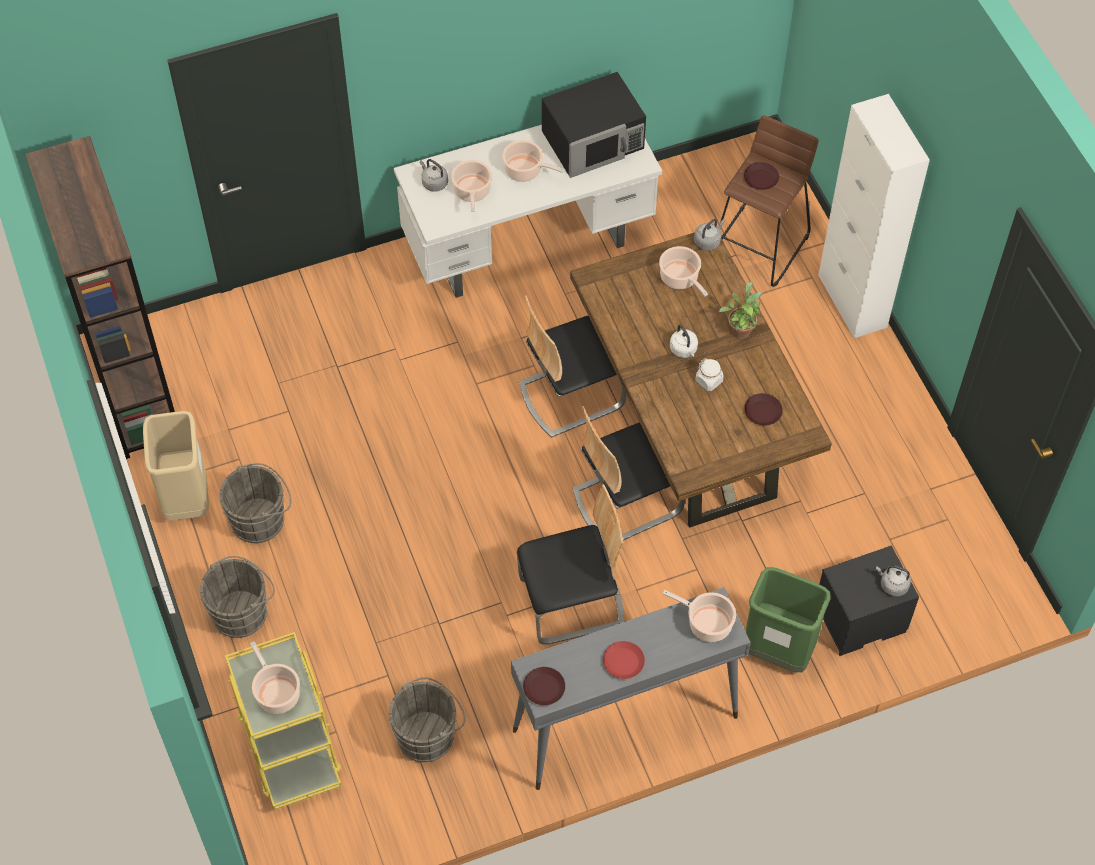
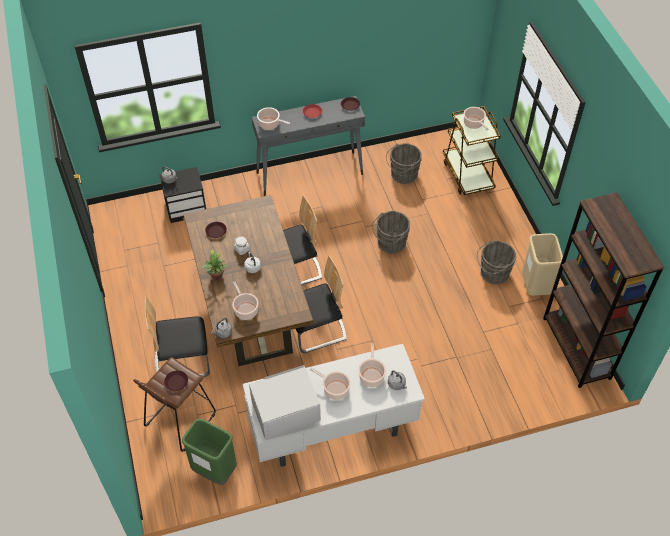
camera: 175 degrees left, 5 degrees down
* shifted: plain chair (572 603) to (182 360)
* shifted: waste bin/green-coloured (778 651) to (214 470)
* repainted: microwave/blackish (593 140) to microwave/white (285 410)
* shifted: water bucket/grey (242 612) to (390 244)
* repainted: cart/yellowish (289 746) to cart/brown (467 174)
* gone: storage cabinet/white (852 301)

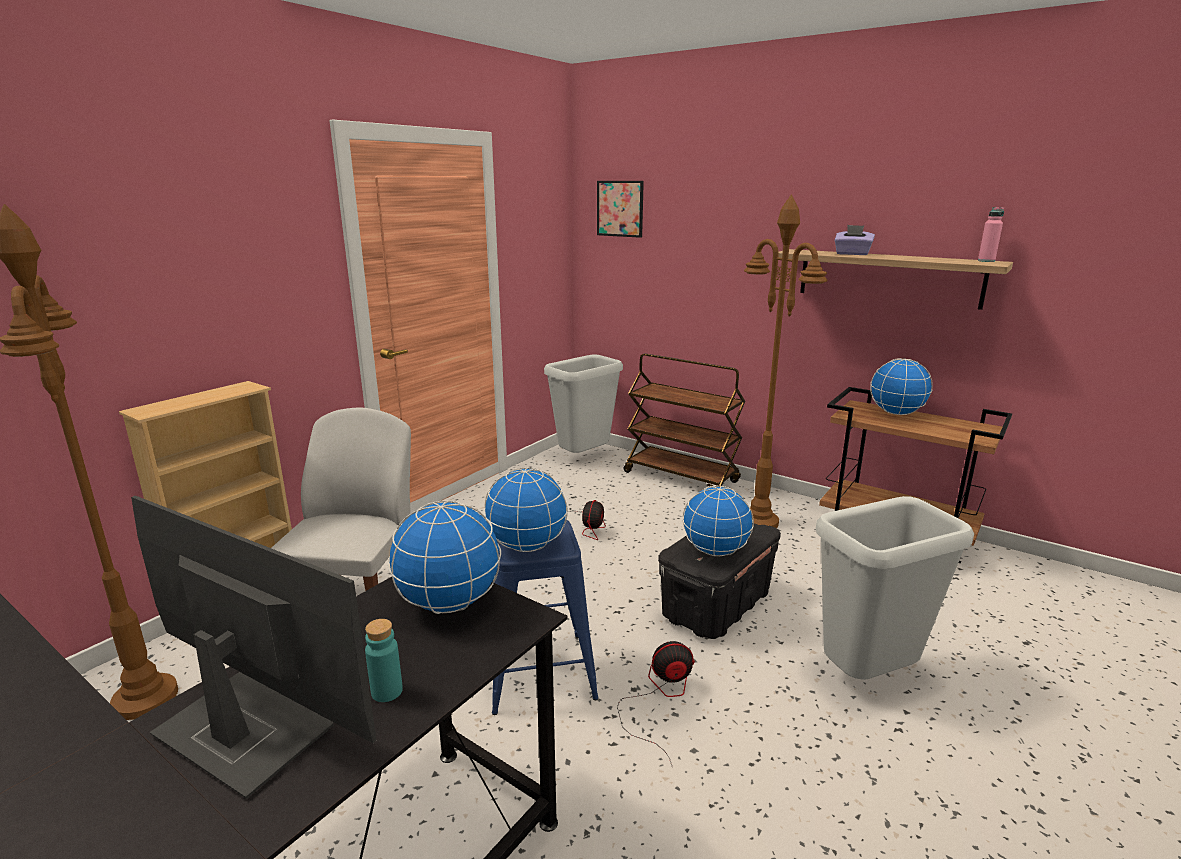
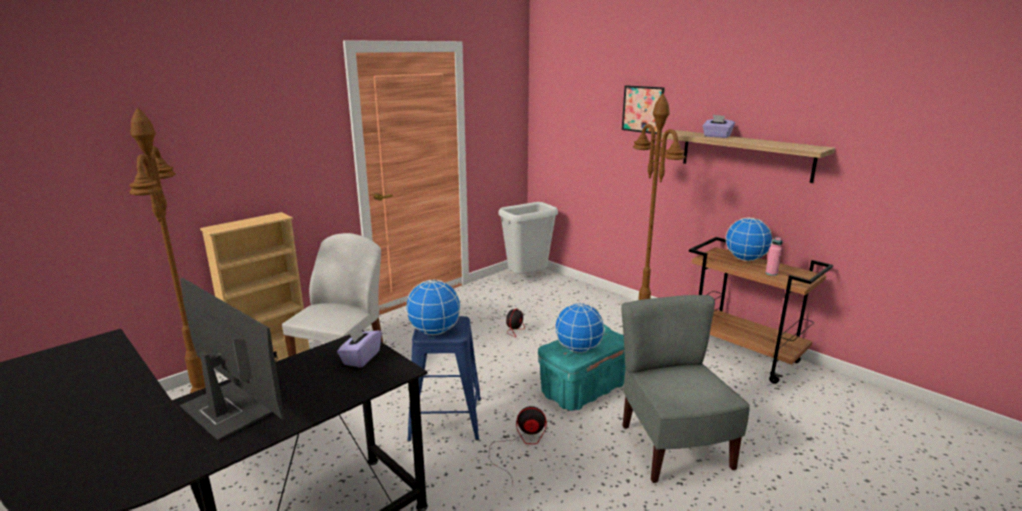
camera: 10 degrees right, 0 degrees up
* swapped: globe (449 603) to tissue holder/purple-coloured (361 358)
* repainted: storage container/blackish (716 605) to storage container/blue-green (584 389)
* shifted: wall art (620 208) to (642 109)
* swapped: waste bin/grey (867 676) to plain chair/grey (673 447)
* shifted: beverage bottle/pink-coloured (986 261) to (771 273)
* gone: beverage bottle/blue-green (387 691)
* gone: cart/brown (681 477)

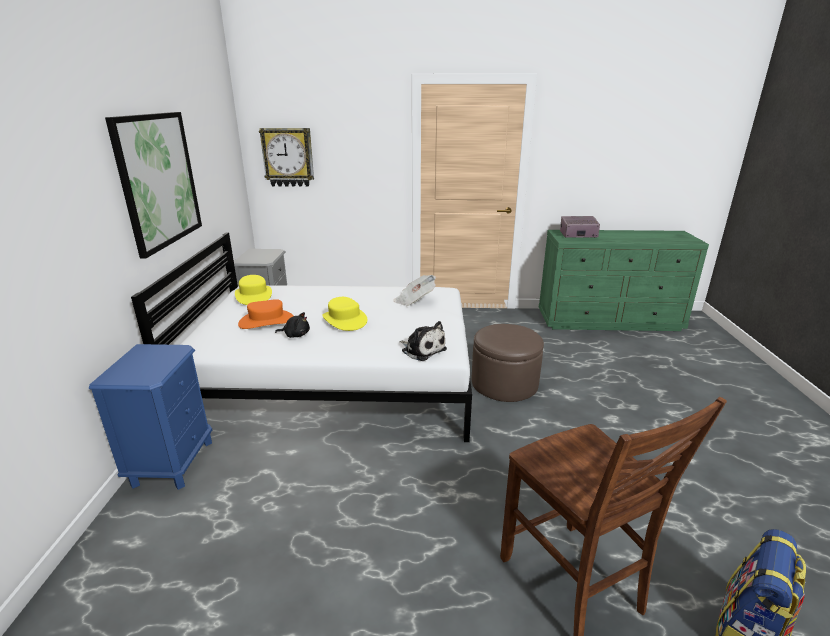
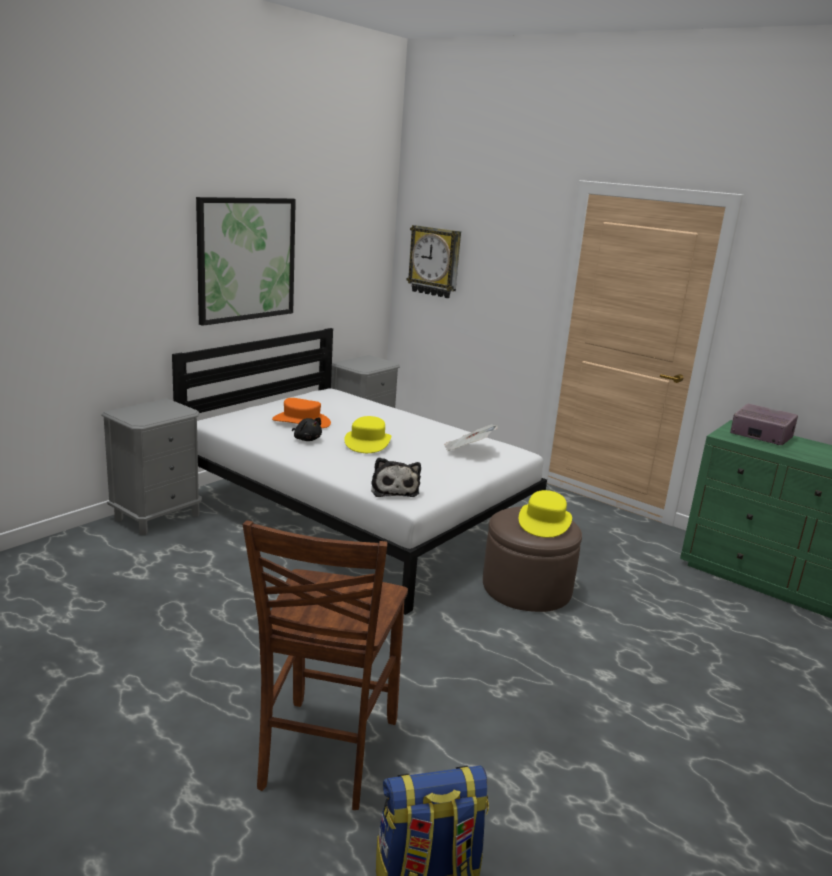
camera: 35 degrees right, 5 degrees down
* repainted: nightstand/blue (173 462) to nightstand/grey (157 516)
* shifted: wearable hat/yellowish (254 296) to (544 521)

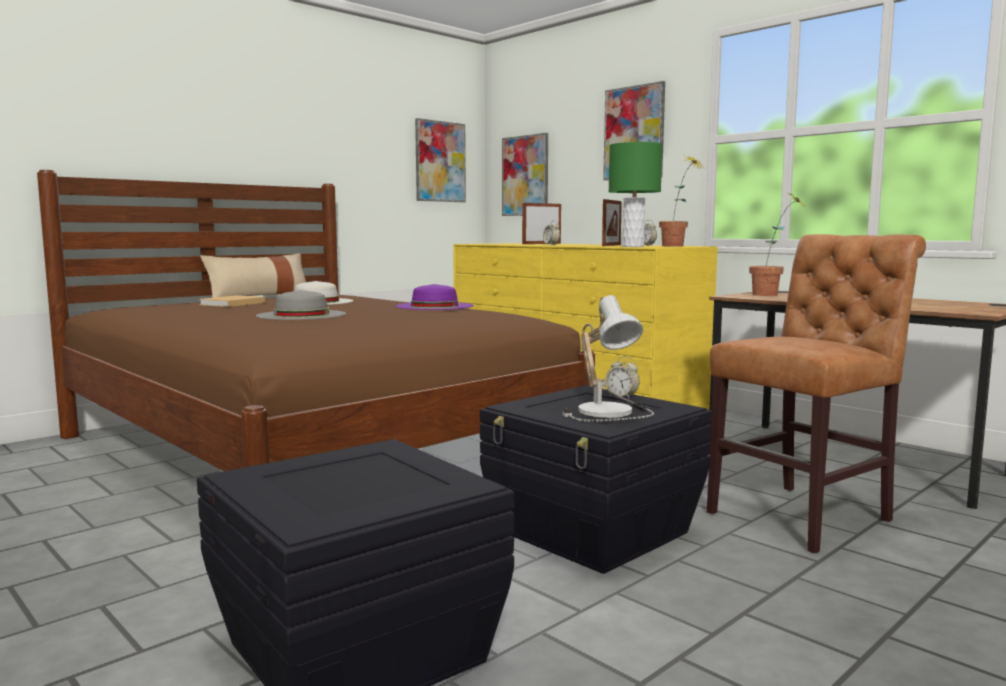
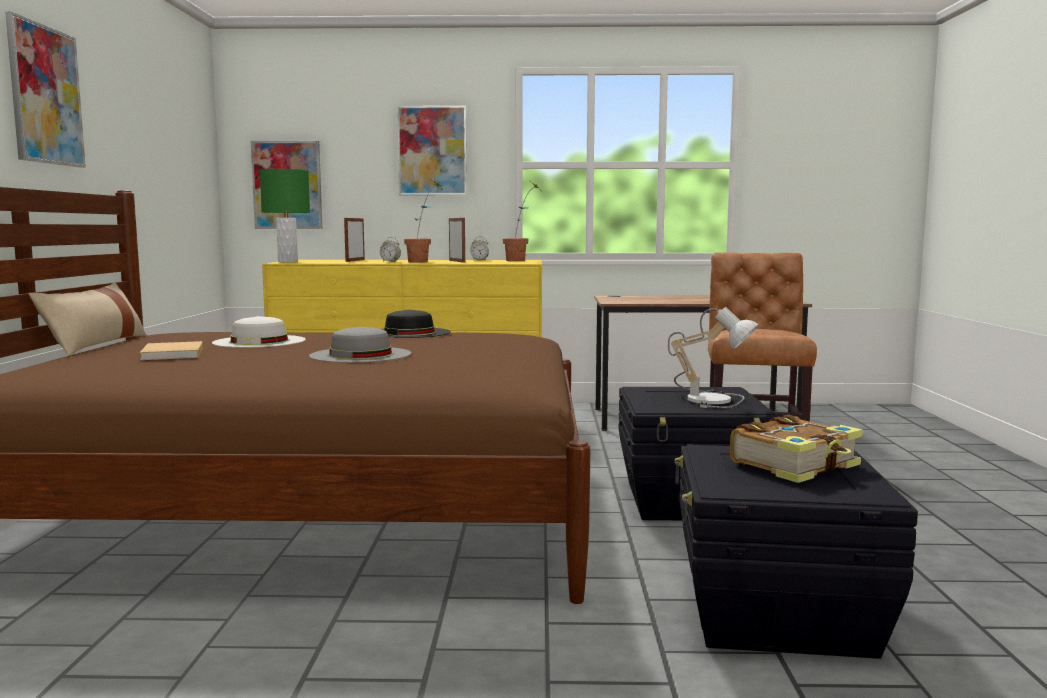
camera: 45 degrees left, 0 degrees up
* shifted: wall art (440 161) to (45 95)
* shifted: table lamp/green-coloured (632 246) to (287 262)
* repainted: wearable hat/purple-coloured (434 306) to wearable hat/blackish (409 333)
* shifted: plant in a pot (773 295) to (424 262)
* new: bound book (796 465)
* gone: table clock (622 396)

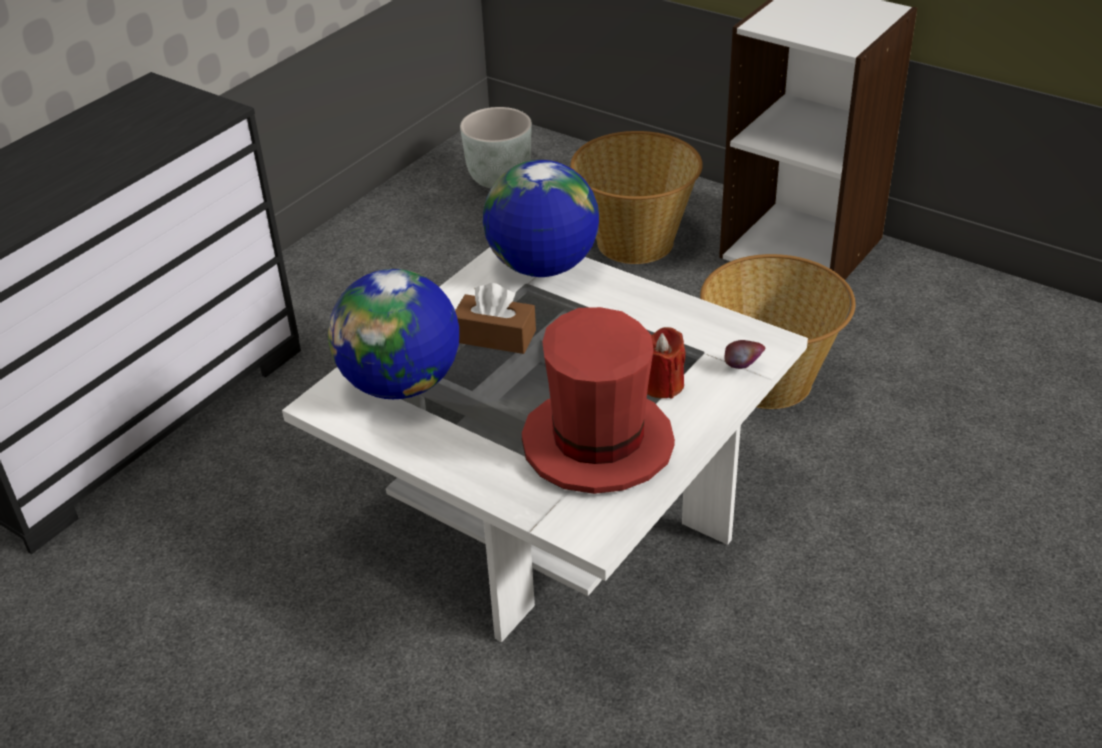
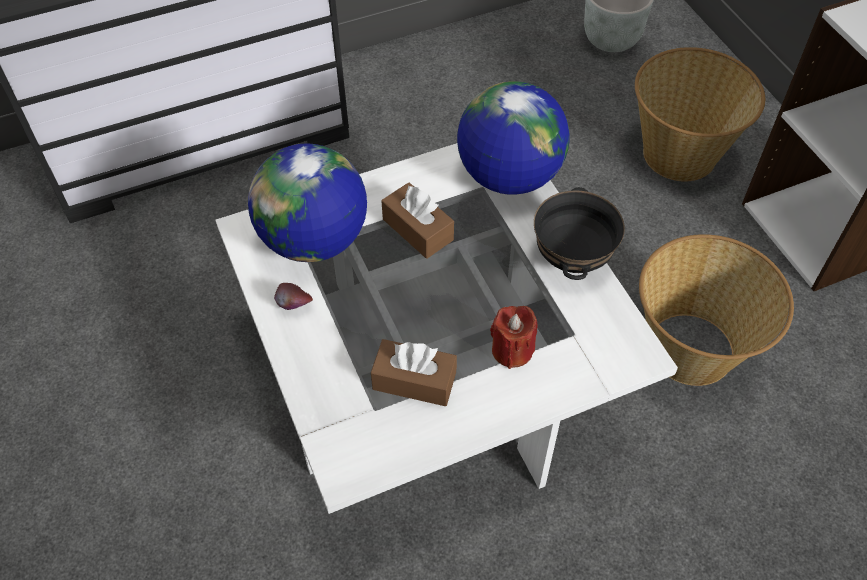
camera: 30 degrees right, 15 degrees up
* shifted: apple (743 367) to (295 306)
* swapped: wearable hat/red (597 444) to tissue holder/brown (414 381)
* new: bowl/blackish (571 258)

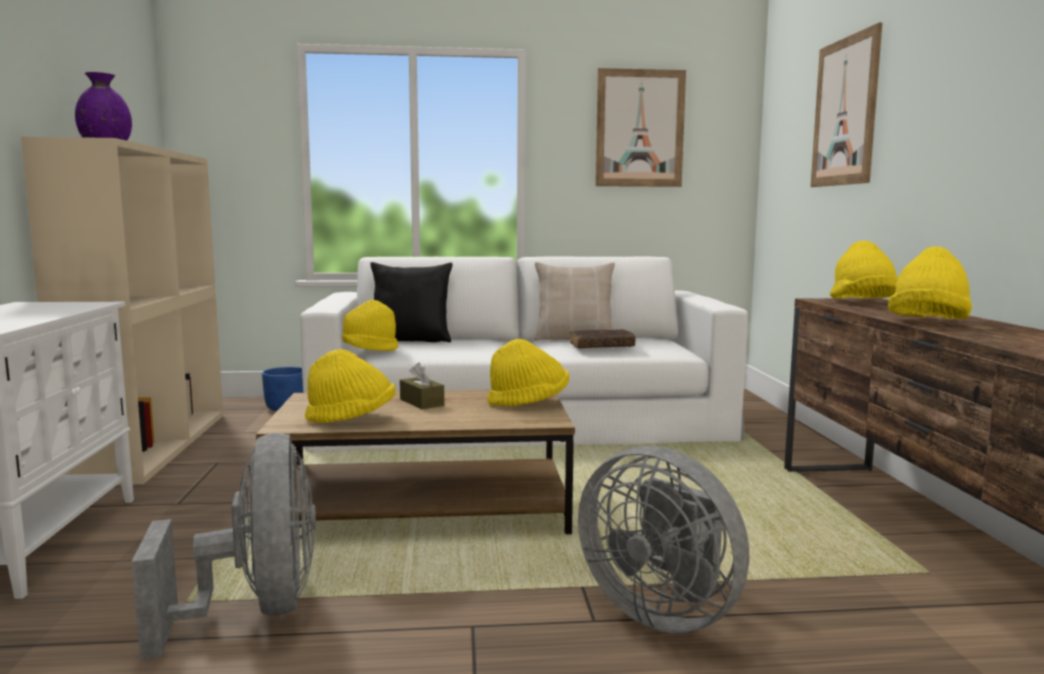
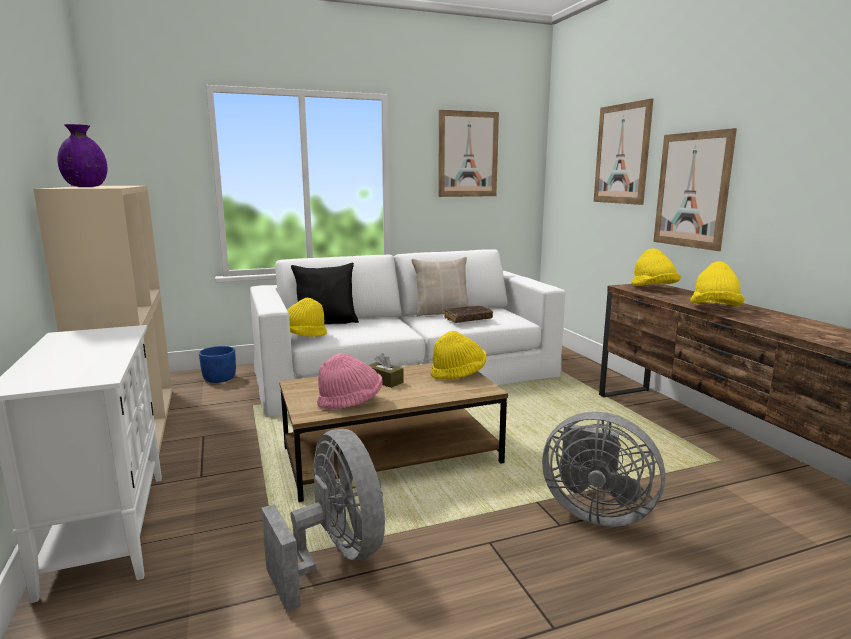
camera: 15 degrees left, 5 degrees up
* repainted: wearable hat/yellowish (352 419) to wearable hat/pink-coloured (350 402)
* new: wall art (692 190)

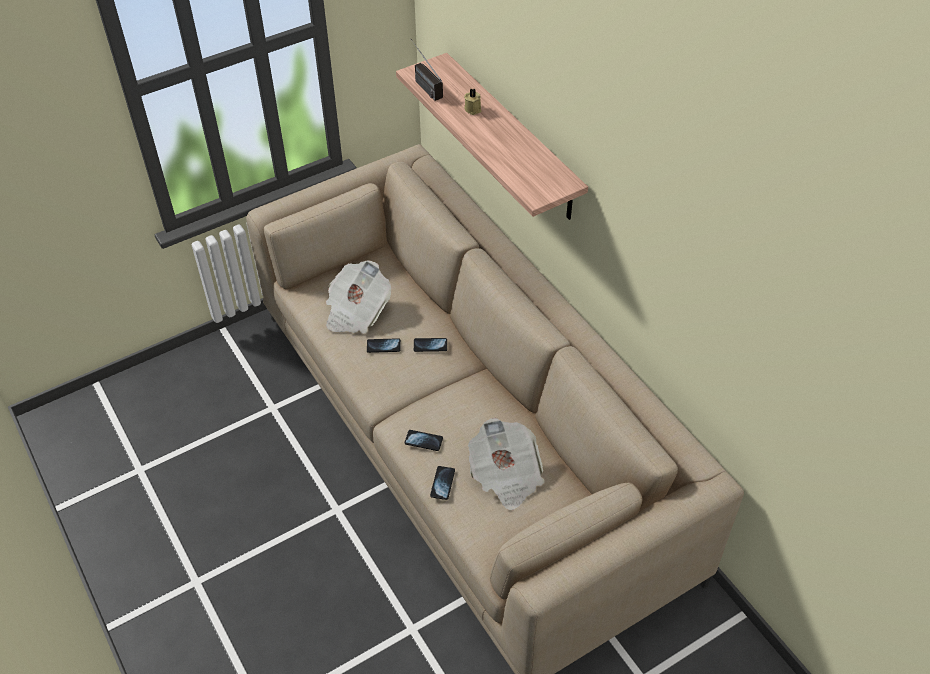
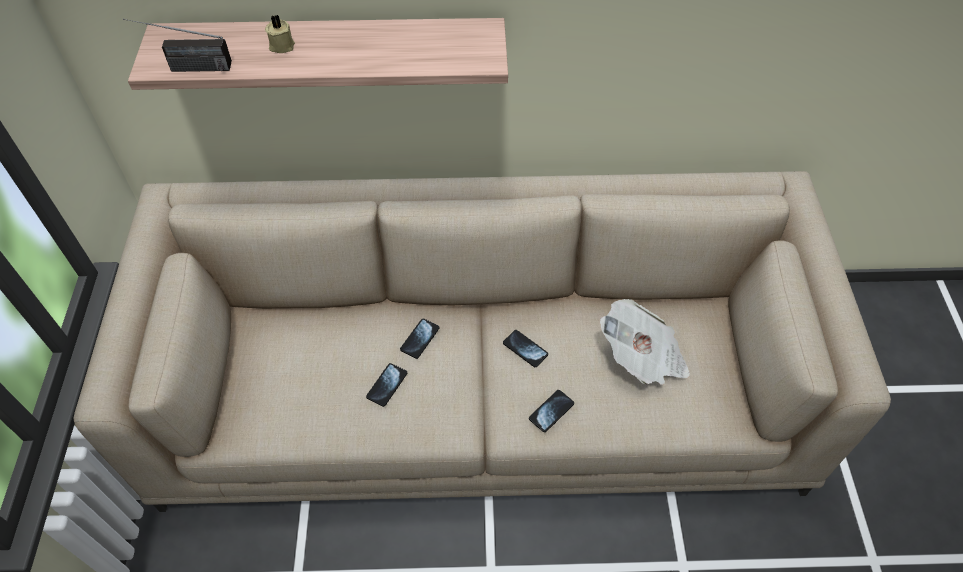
camera: 60 degrees left, 5 degrees up
* shifted: phone (442 483) to (525 349)
* gone: newspaper (356 311)

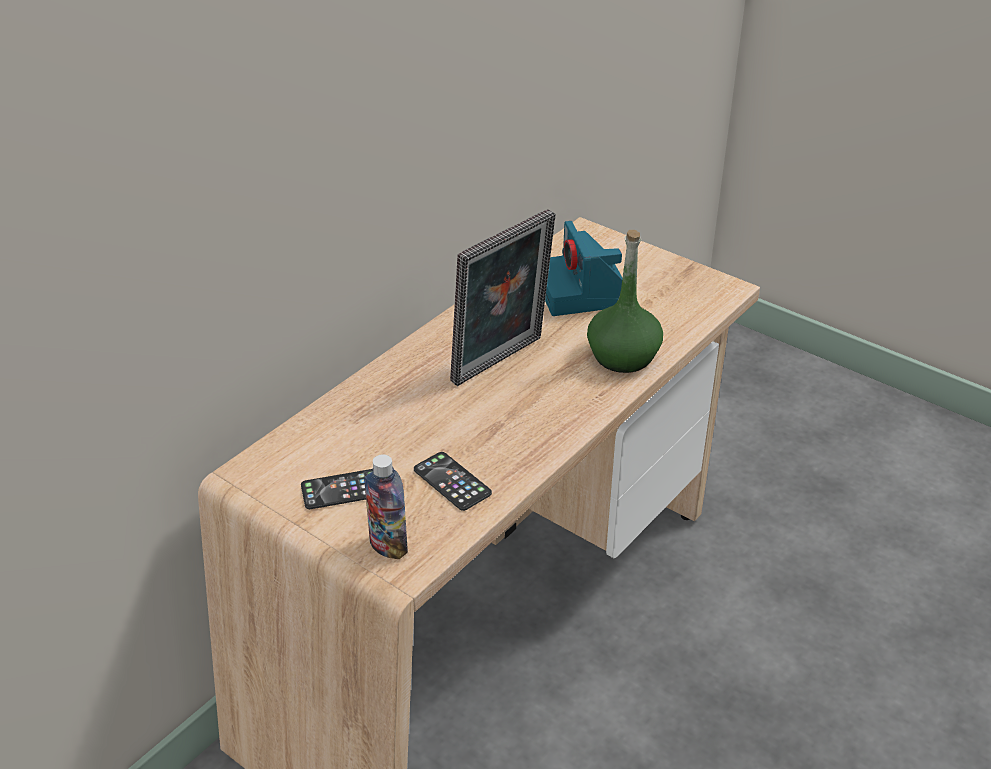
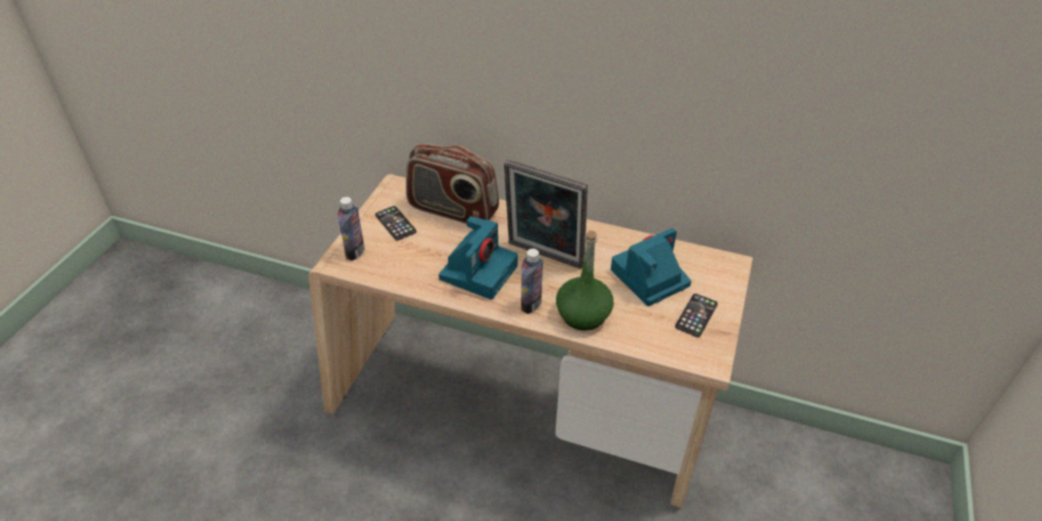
camera: 70 degrees right, 5 degrees up
* new: radio receiver (452 210)
* new: still camera (479 271)
* new: beverage bottle (531 304)
* shifted: phone (452 482) to (696 315)

